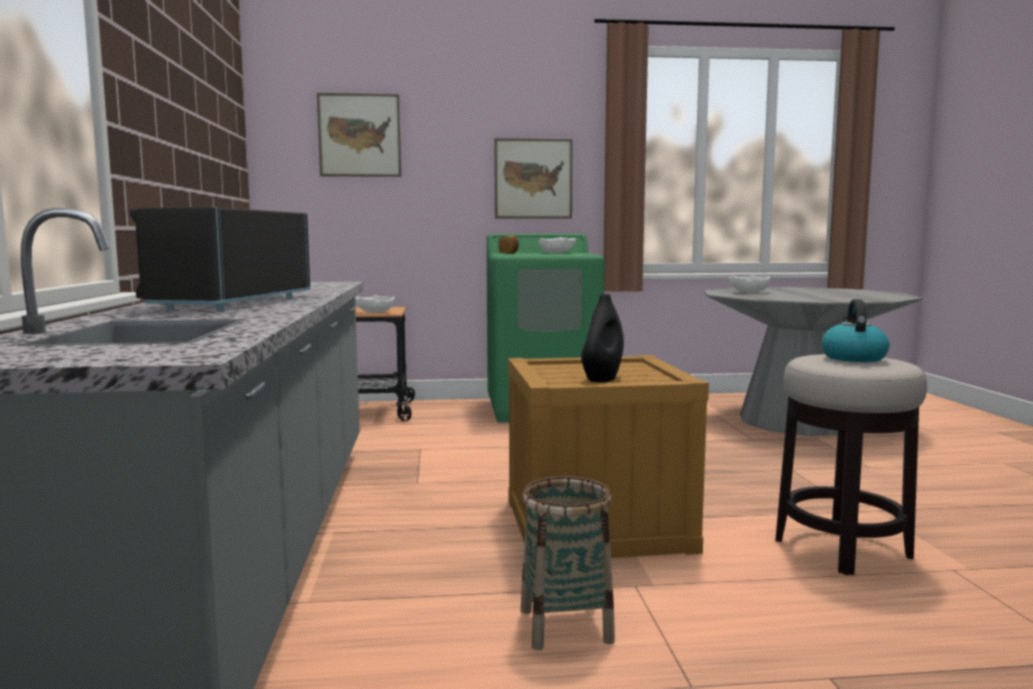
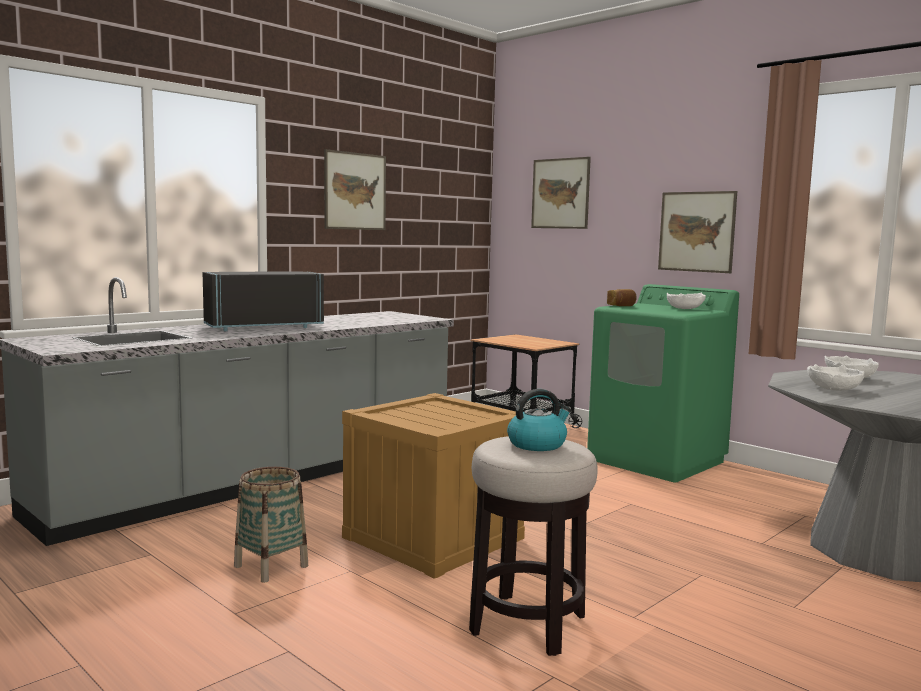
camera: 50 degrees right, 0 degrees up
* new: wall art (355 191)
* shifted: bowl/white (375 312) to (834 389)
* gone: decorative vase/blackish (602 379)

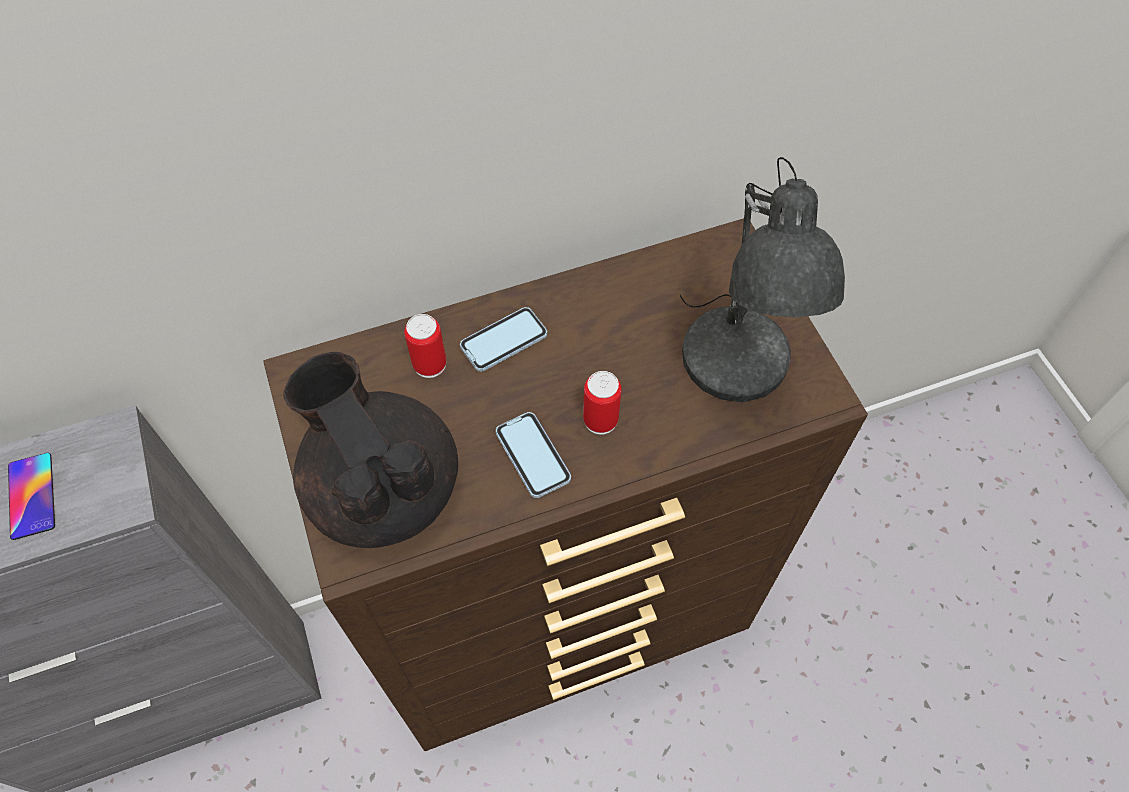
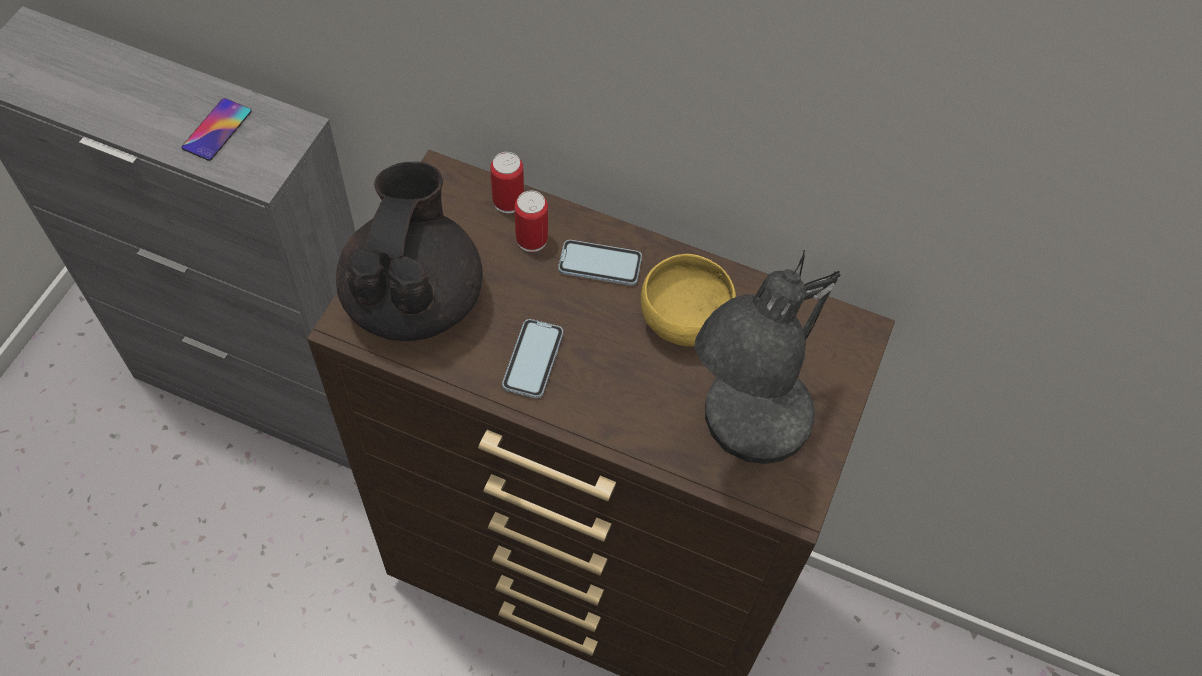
camera: 40 degrees right, 0 degrees up
* shifted: can (600 420) to (508 201)
* new: bowl/yellowish (685 317)

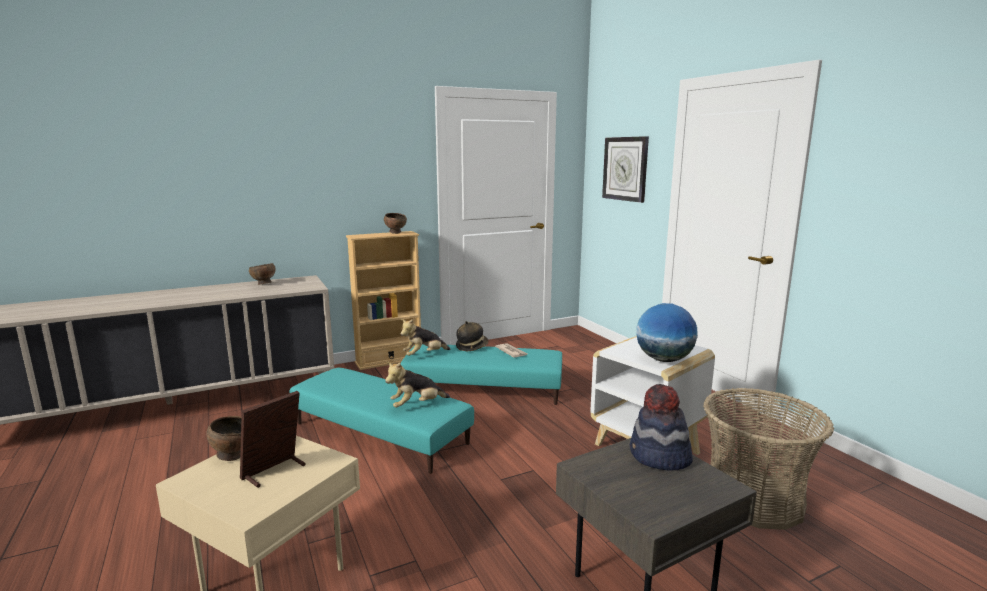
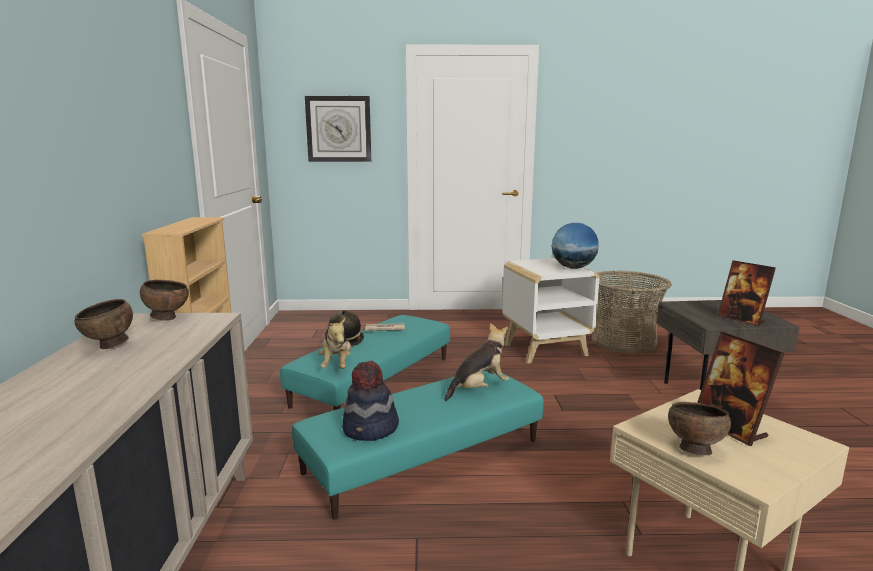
camera: 65 degrees left, 0 degrees up
* shifted: bowl/brown (396 233) to (167 318)
* shifted: wearable hat (659 457) to (371 429)
* rotated: soft toy (416 405) = (479 389) 120 degrees counterclockwise
* new: picture frame (741 319)

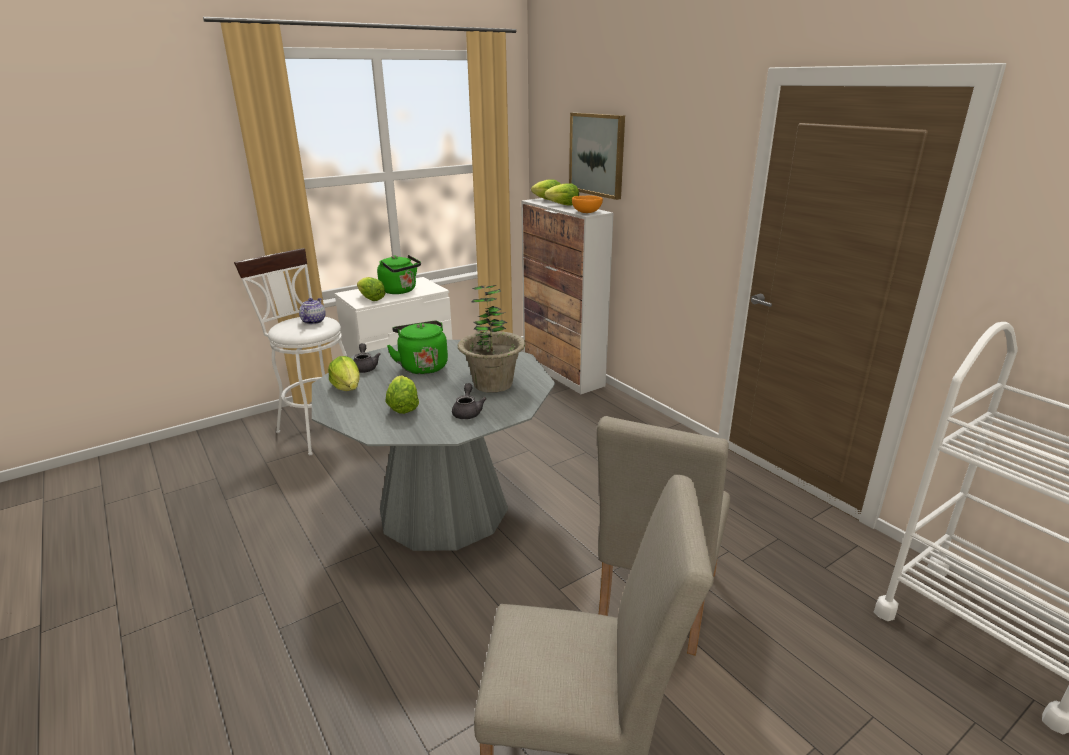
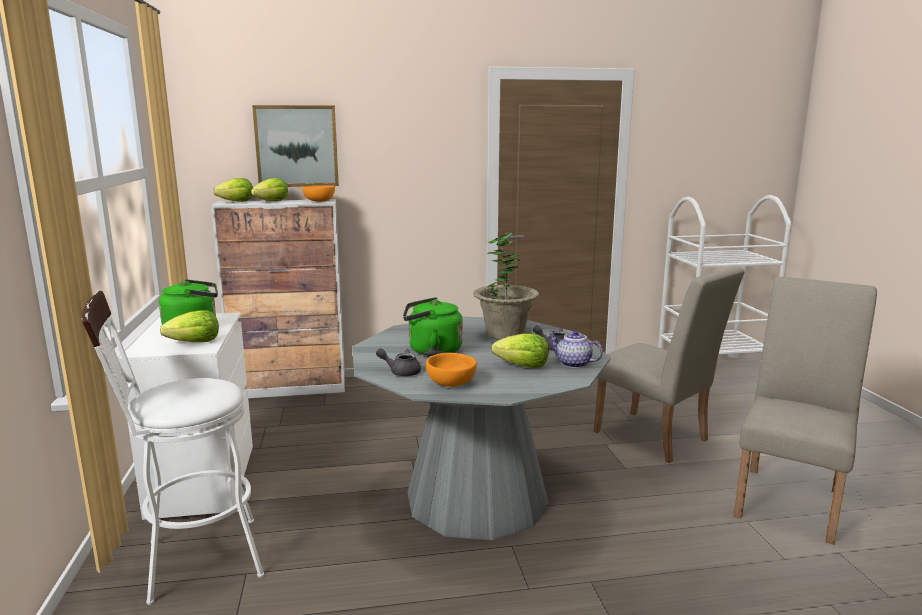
camera: 65 degrees left, 10 degrees down
* swapped: head of lettuce (347 388) to bowl/orange-coloured (450 383)
* shifted: pot for tea (313 321) to (573 363)

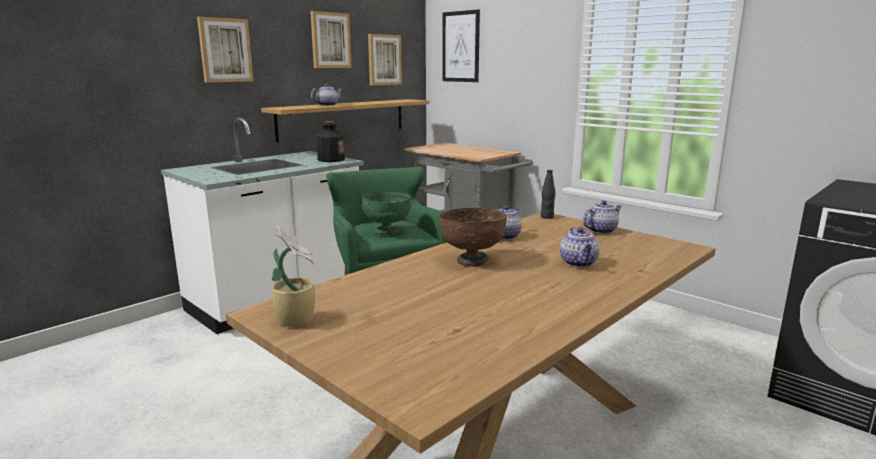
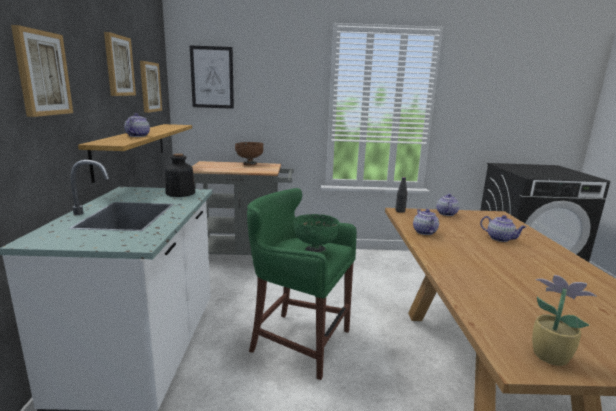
camera: 45 degrees left, 0 degrees up
* shifted: bowl/brown (472 261) to (249 164)

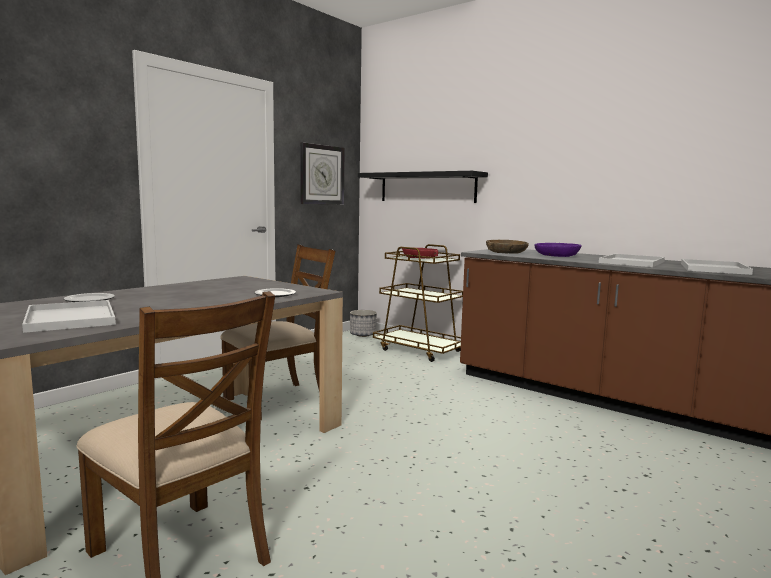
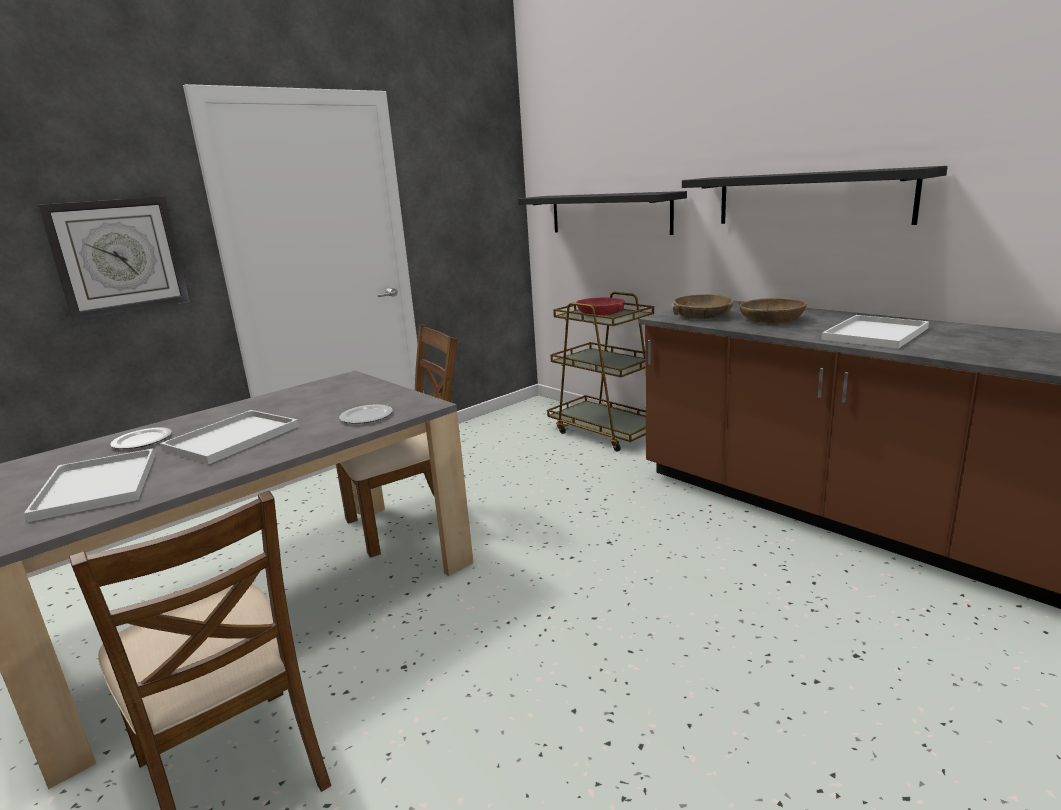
camera: 10 degrees right, 10 degrees up
* shifted: wall clock (321 175) to (118 256)
* shifted: carrying tray/white (712 268) to (233 437)
* new: wall shelf/blackish (810 198)
* repainted: bowl/purple-coloured (556 255) to bowl/brown (771 319)
* gone: planter (363 334)

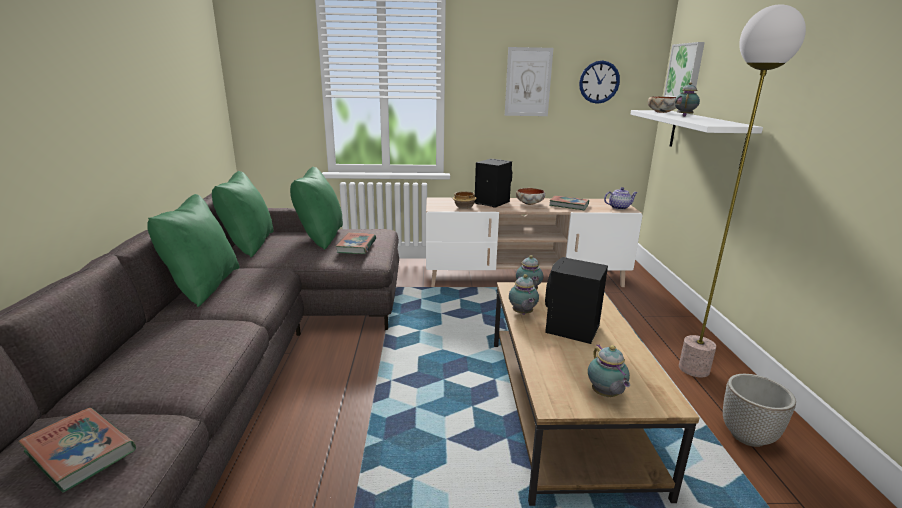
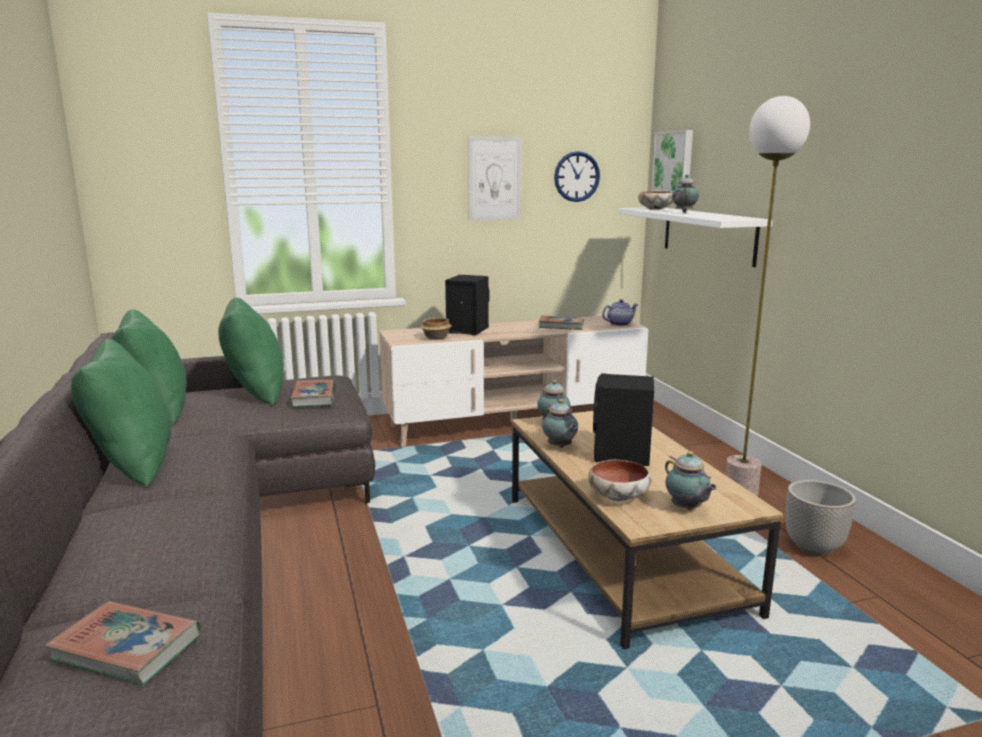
camera: 15 degrees left, 5 degrees down
* shifted: bowl (530 204) to (619 496)

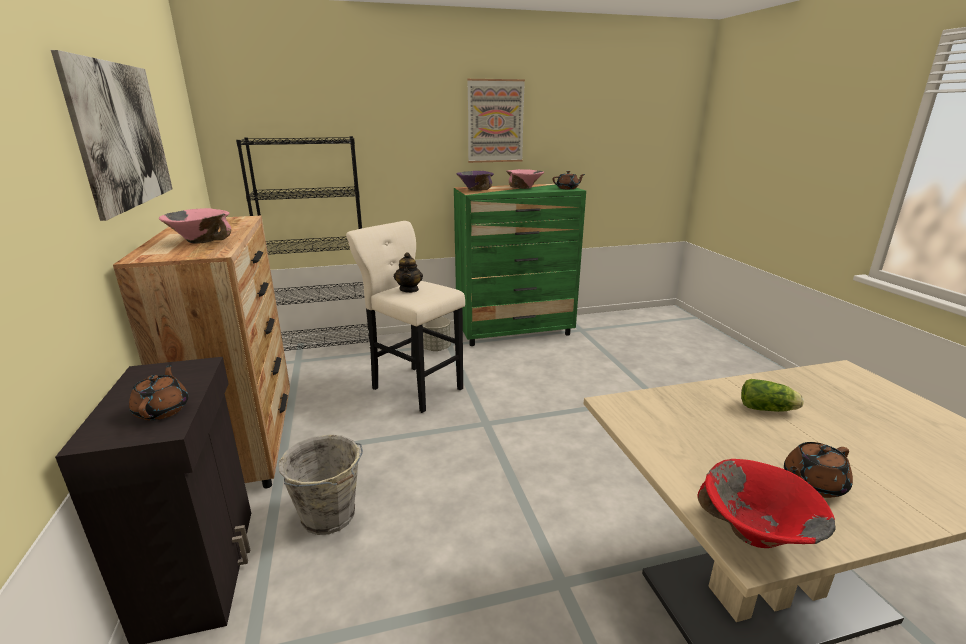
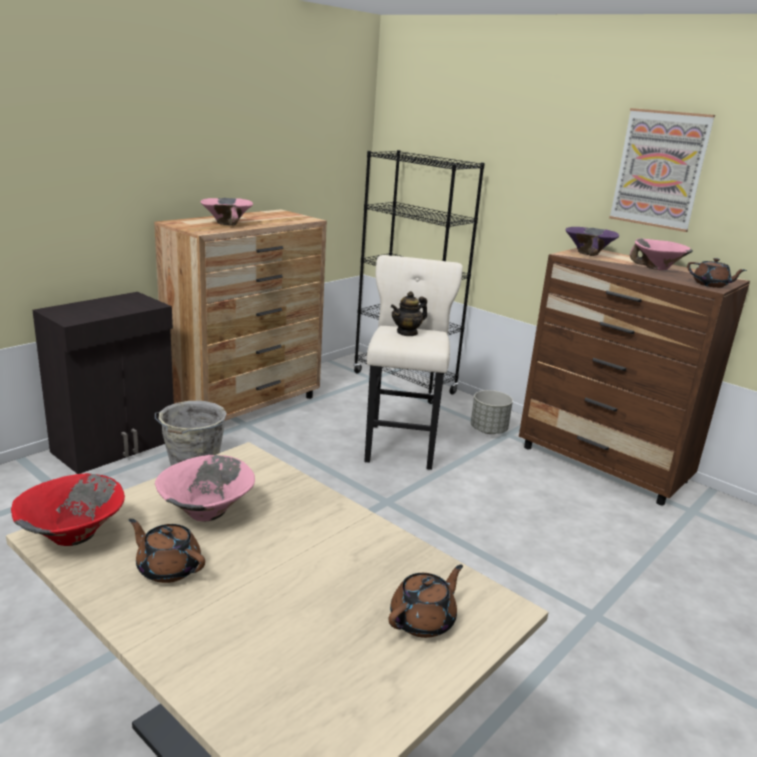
camera: 55 degrees right, 0 degrees up
* new: bowl/pink-coloured (206 513)
* shifted: pot for tea/brown (163 410) to (423 620)
* repainted: dresser/green-coloured (515 331) to dresser/brown (603 465)
* gone: wall art (122 135)
* gone: head of lettuce (768 409)

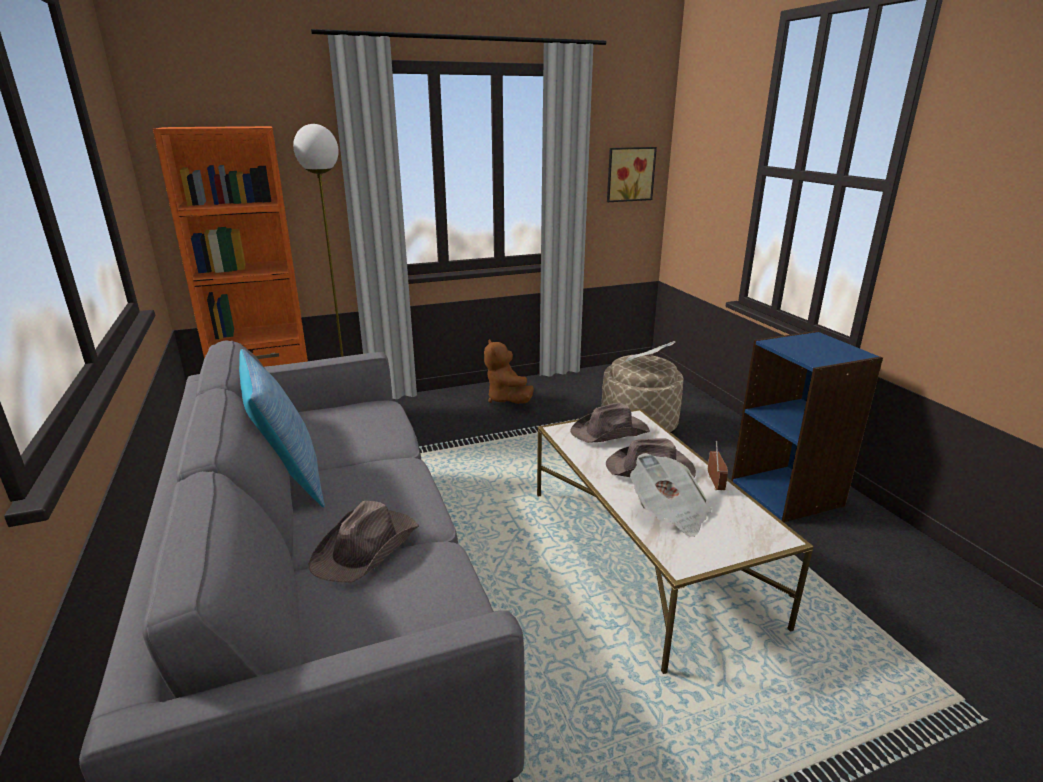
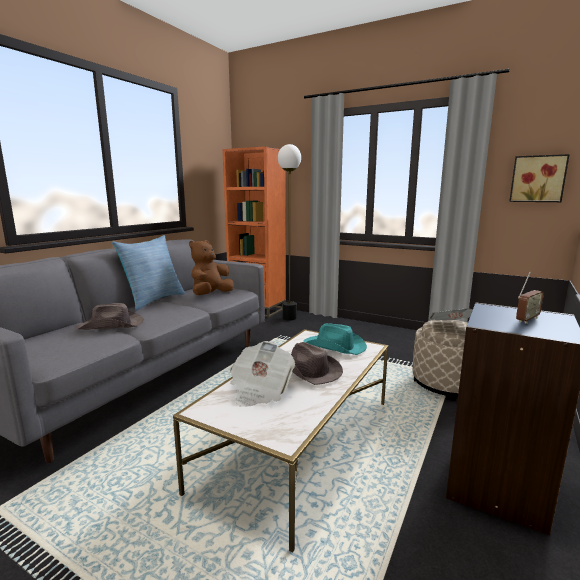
camera: 50 degrees right, 10 degrees down
* shifted: soft toy/brown (507 399) to (211 295)
* repainted: wearable hat/brown (610 432) to wearable hat/blue-green (335 346)
* shifted: radio receiver (714 483) to (527 319)

